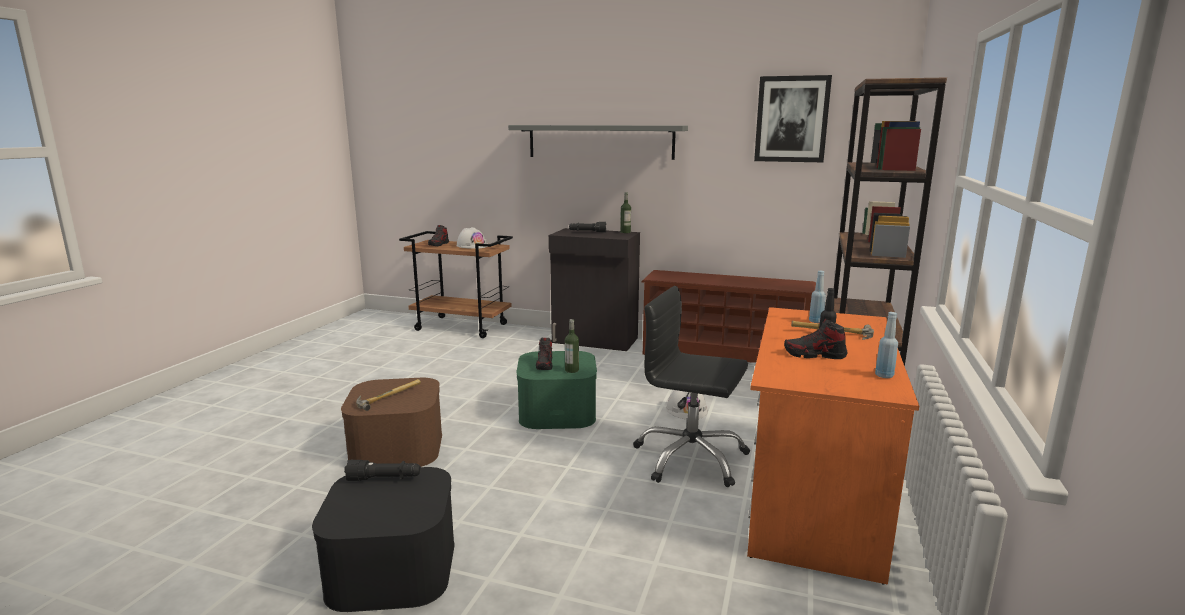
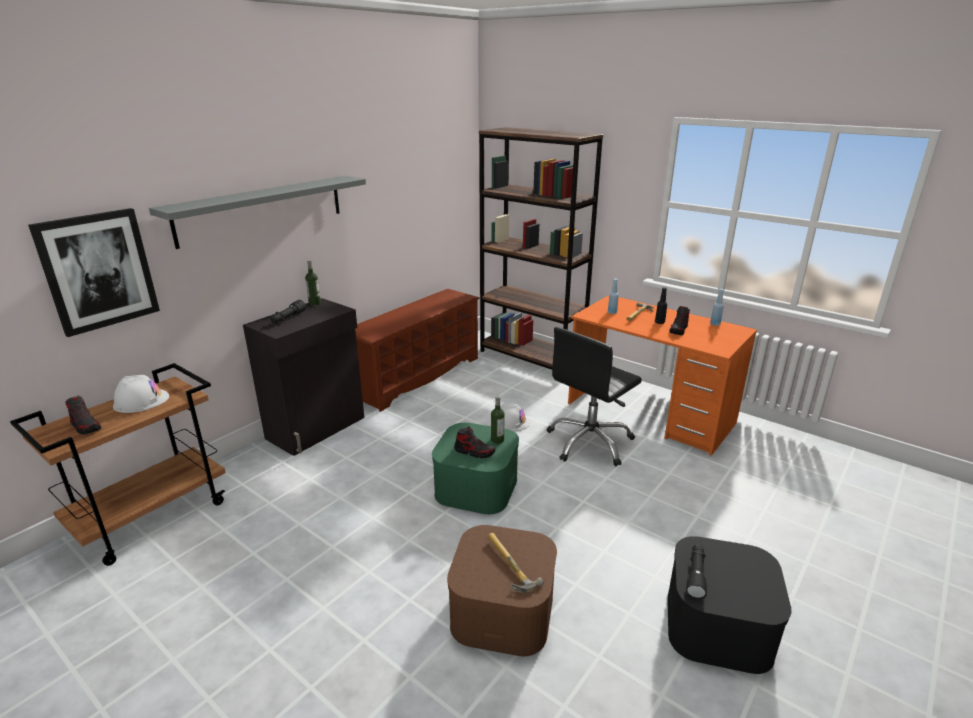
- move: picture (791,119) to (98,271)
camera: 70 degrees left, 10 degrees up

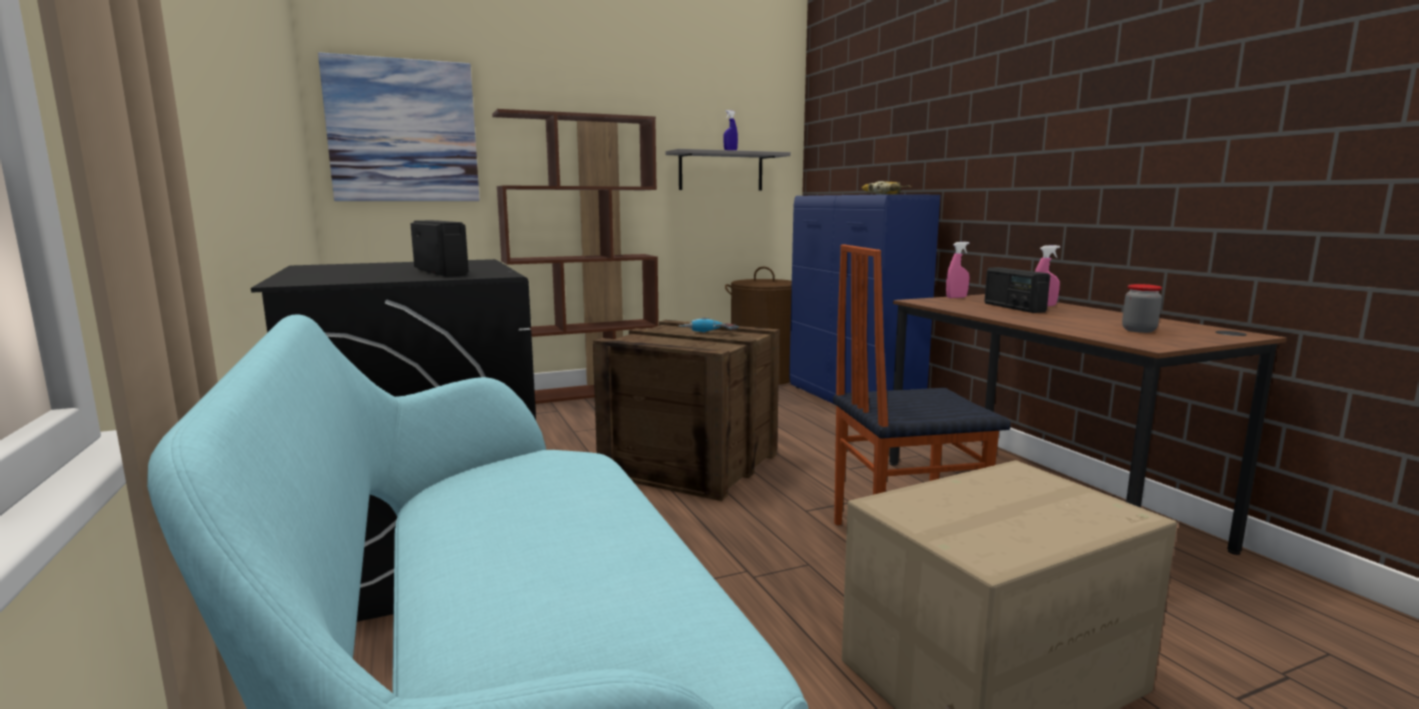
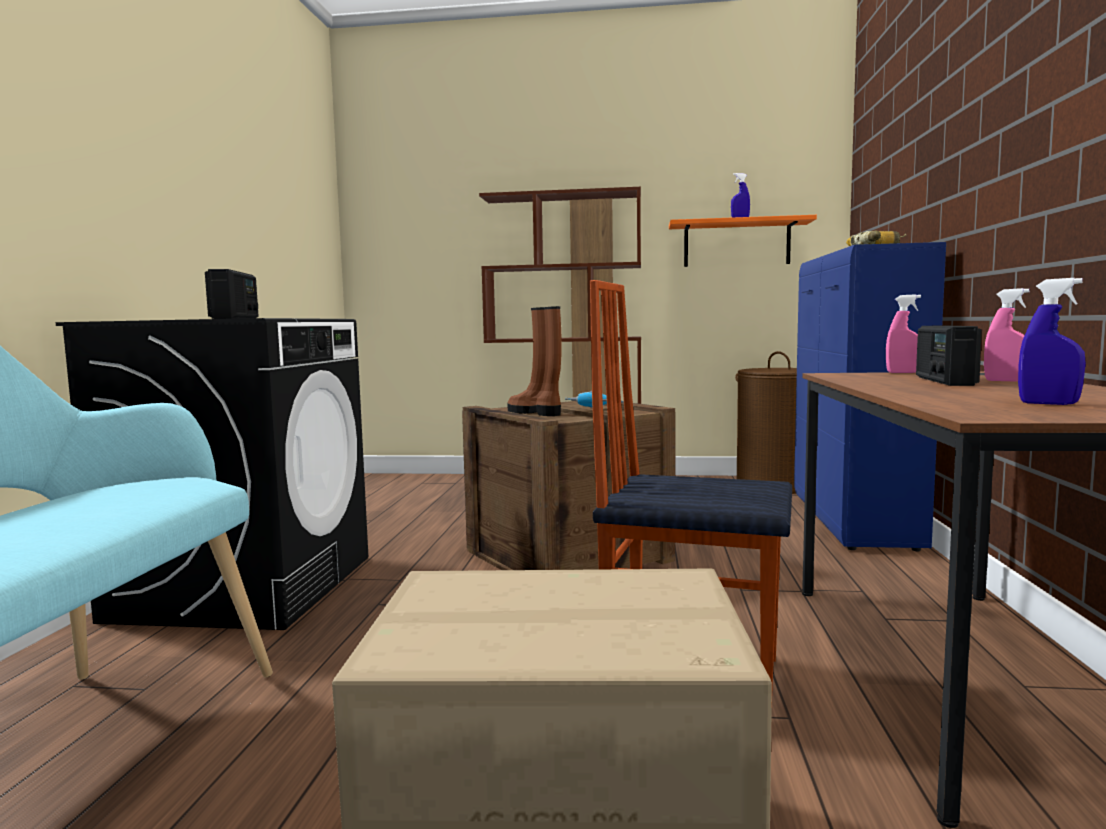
- delete: picture (403,131)
- insert: brown_boot (536,413)
- replace: jar (1139,330) to blue_spray_bottle (1048,403)
- recolor: grey_shelf (721,171) to orange_shelf (736,244)
camera: 30 degrees right, 5 degrees down

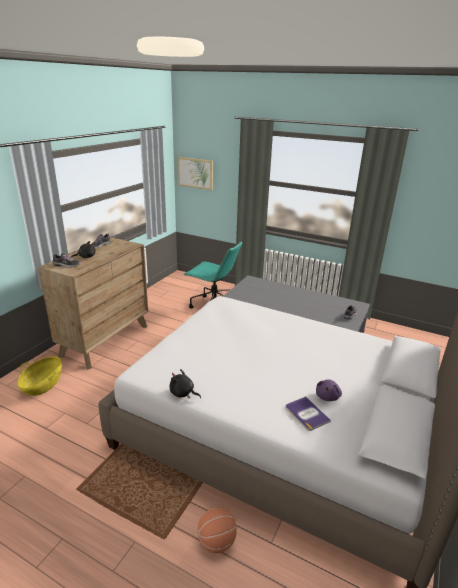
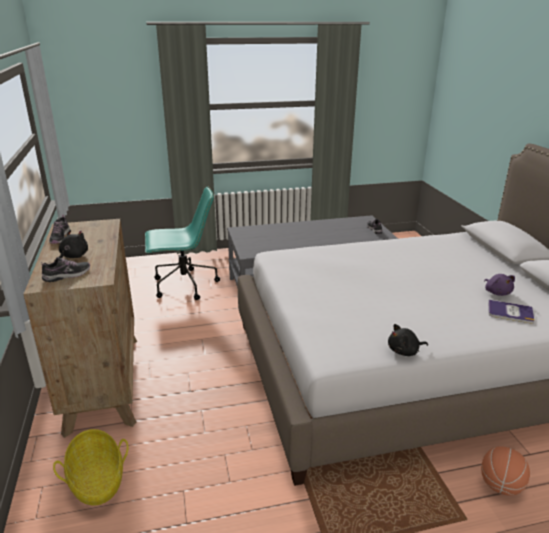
- delete: picture (195,173)
camera: 40 degrees left, 0 degrees up

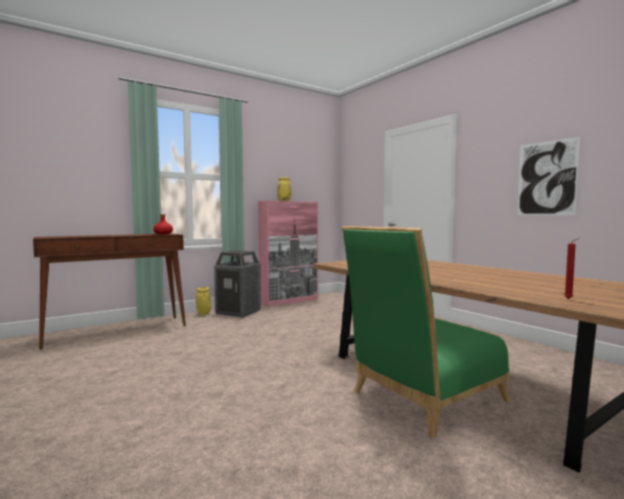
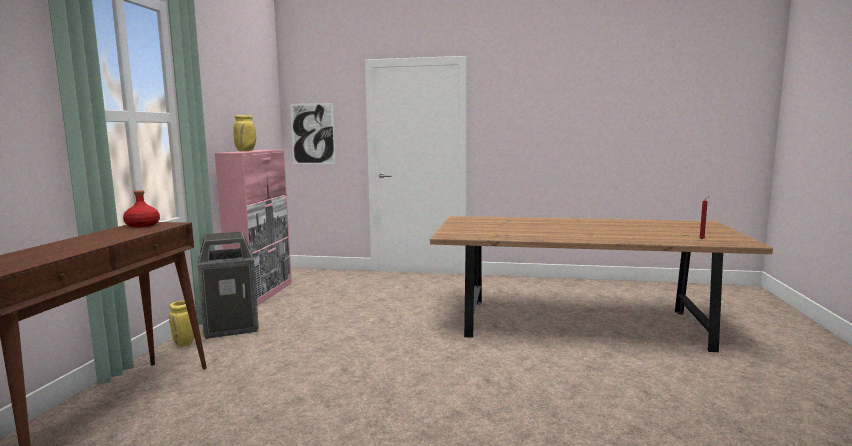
- delete: green_chair (422,398)
- move: picture (546,178) to (312,133)
camera: 45 degrees left, 5 degrees up

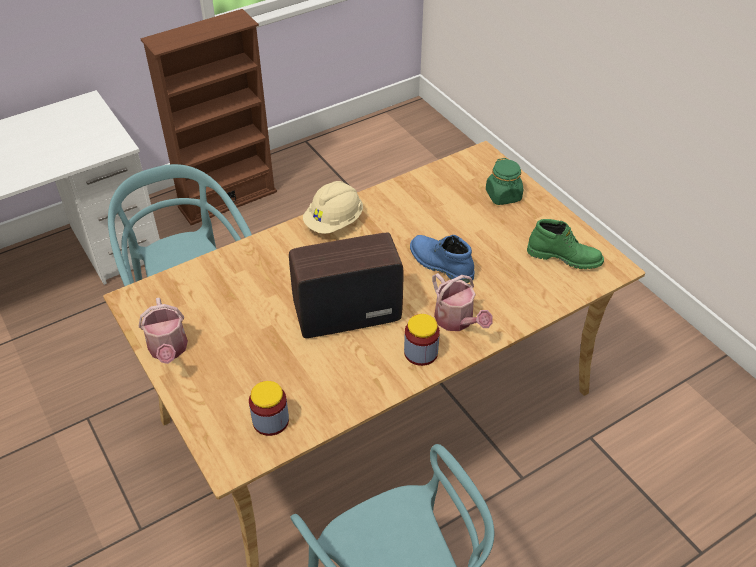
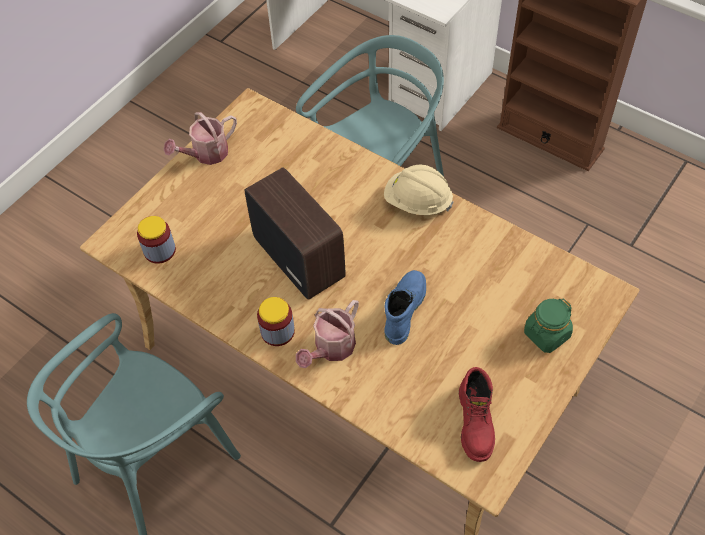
- recolor: green_boot (564,257) to red_boot (476,422)
camera: 70 degrees right, 10 degrees up

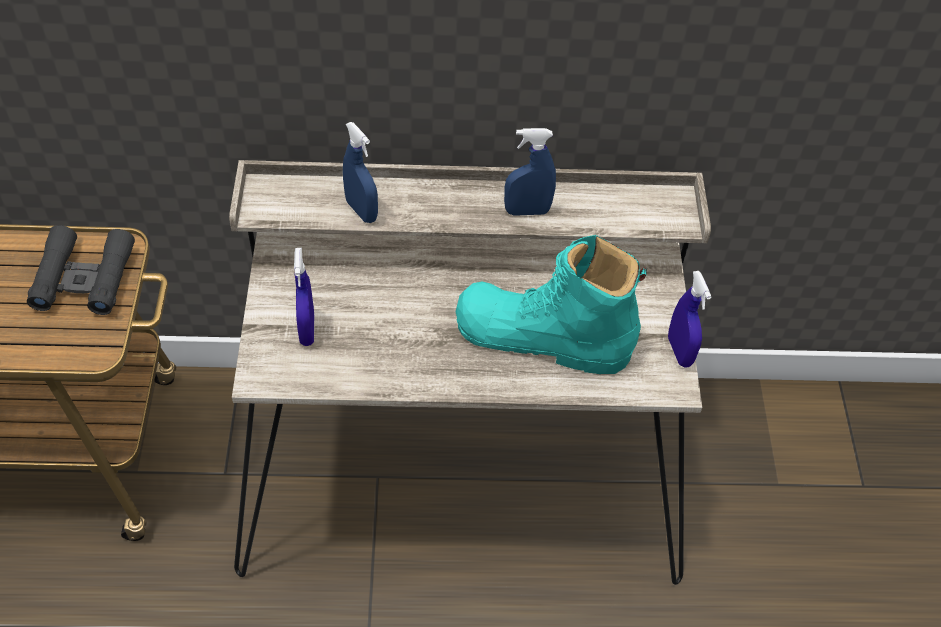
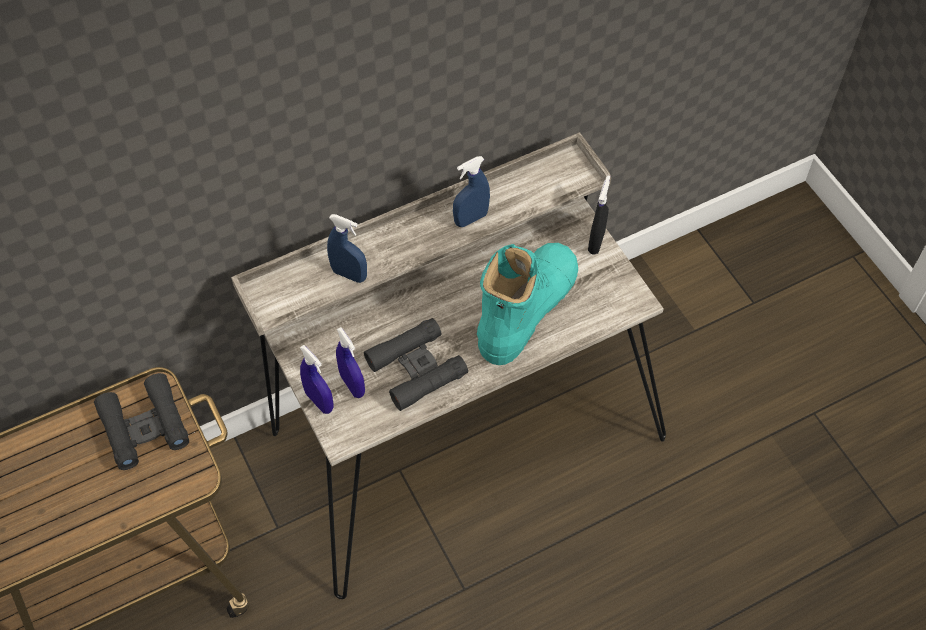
- insert: black_binoculars (416,368)
- insert: black_spray_bottle (596,242)
- move: blue_spray_bottle (679,351) to (319,401)
- rotate: turquoise_boot (543,338) = (526,309) 135 degrees clockwise
camera: 25 degrees left, 5 degrees up

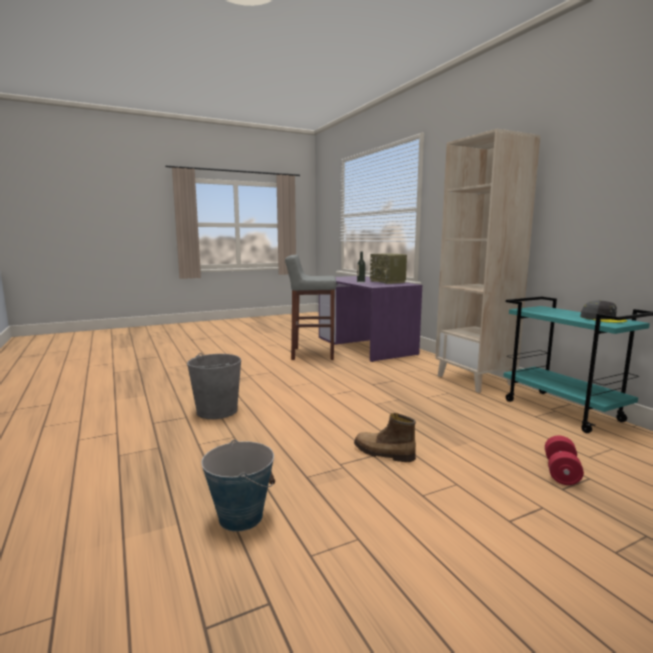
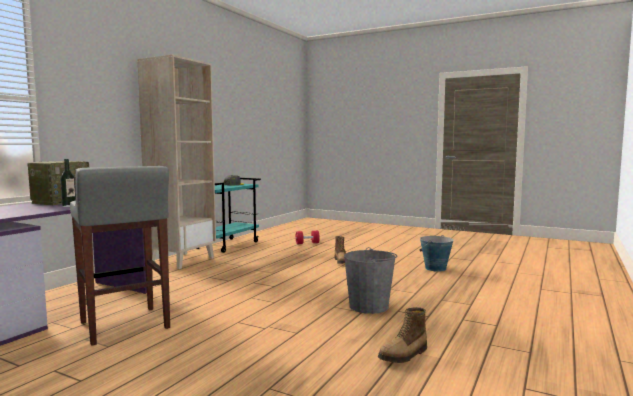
- insert: boot (404,355)
camera: 125 degrees left, 5 degrees down

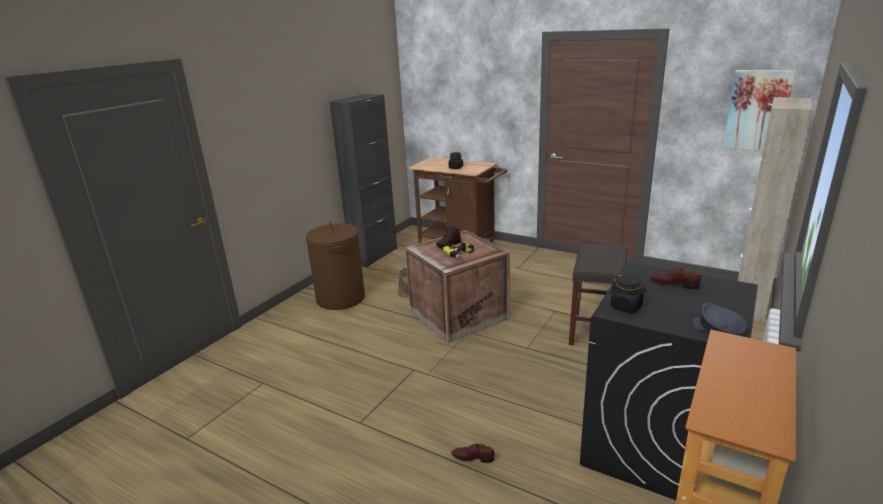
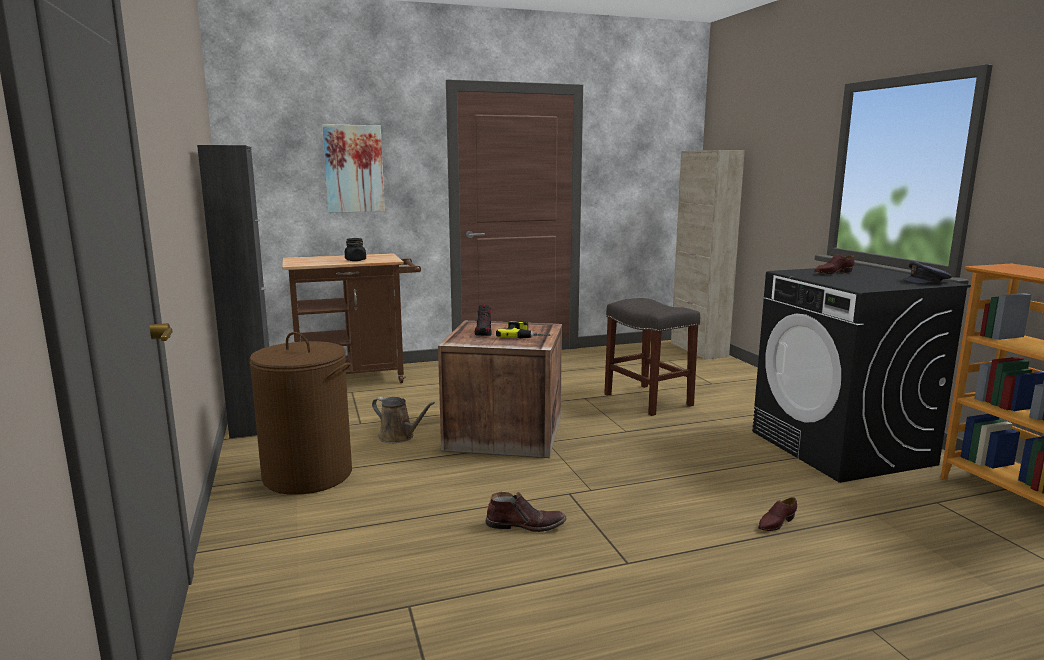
- delete: black_jar (626,307)
- insert: brown_boot (525,525)
- move: picture (757,110) to (354,169)
camera: 50 degrees left, 10 degrees down

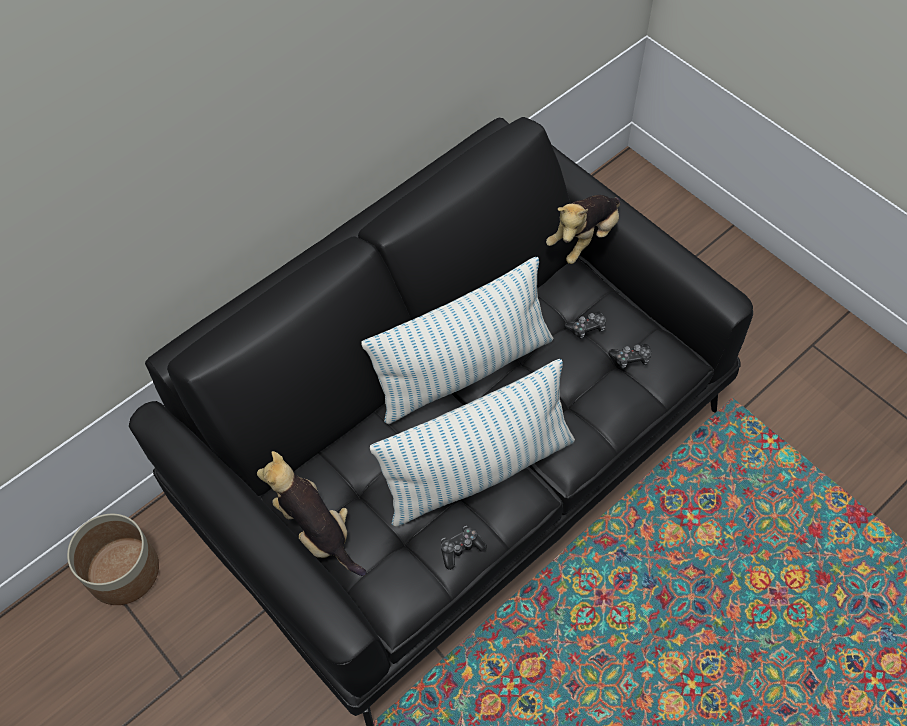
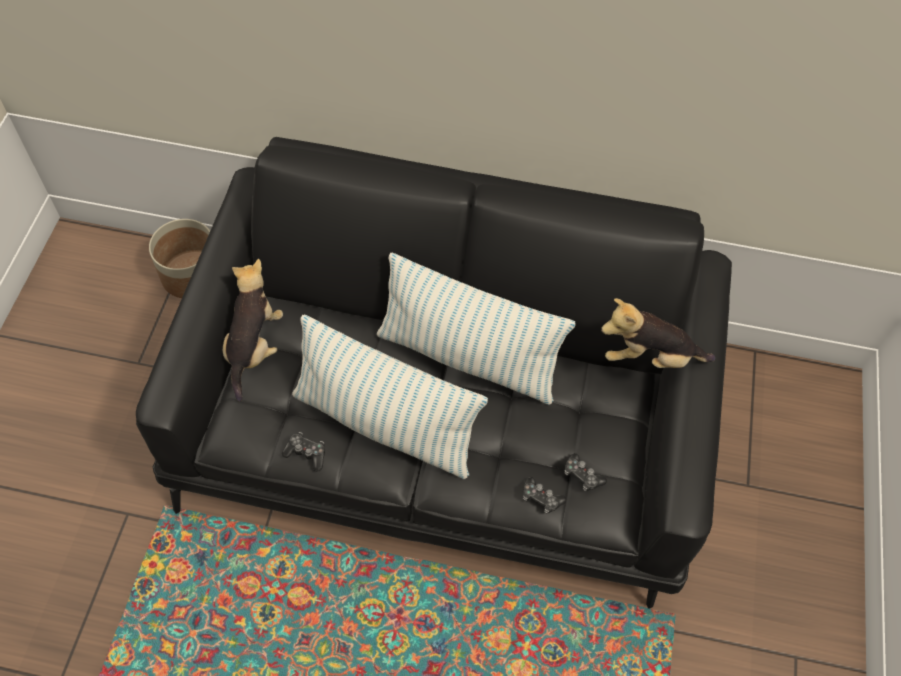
- move: game_controller (586,328) to (541,498)
camera: 50 degrees right, 0 degrees up

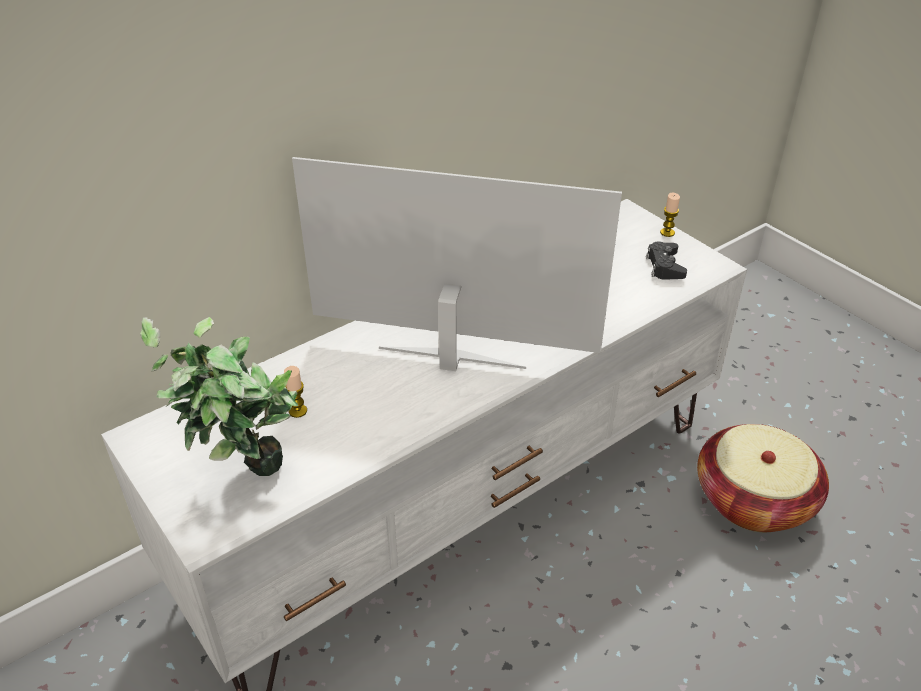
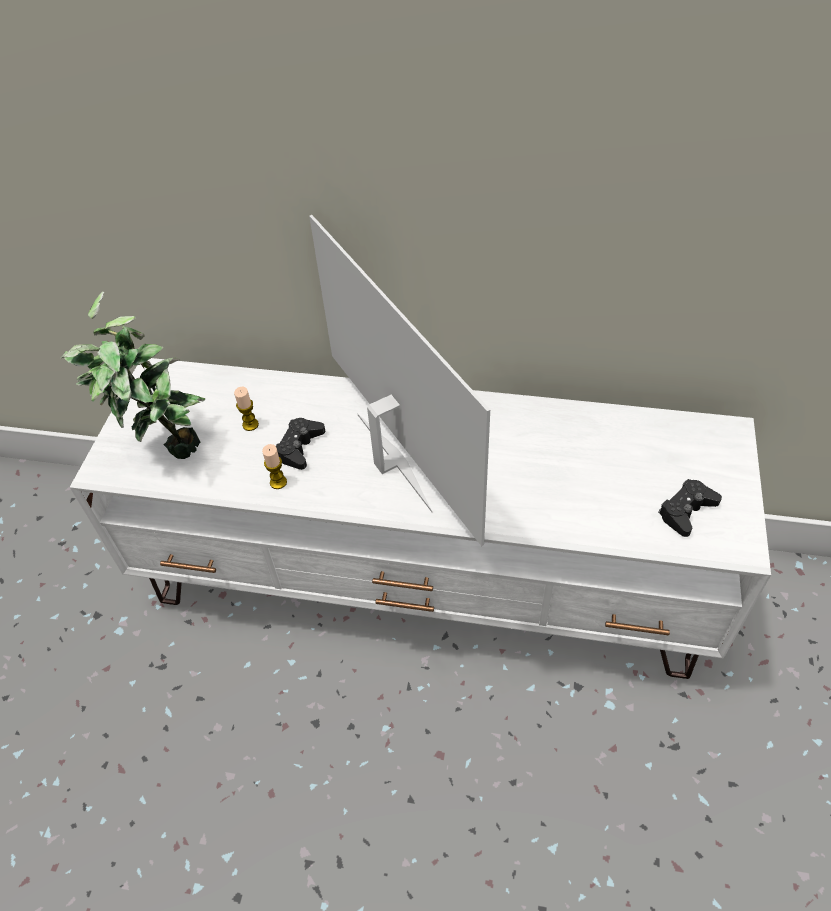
- delete: basket (753,499)
- insert: black_game_controller (300,447)
- move: candle (667,232) to (278,482)
camera: 50 degrees right, 10 degrees up

